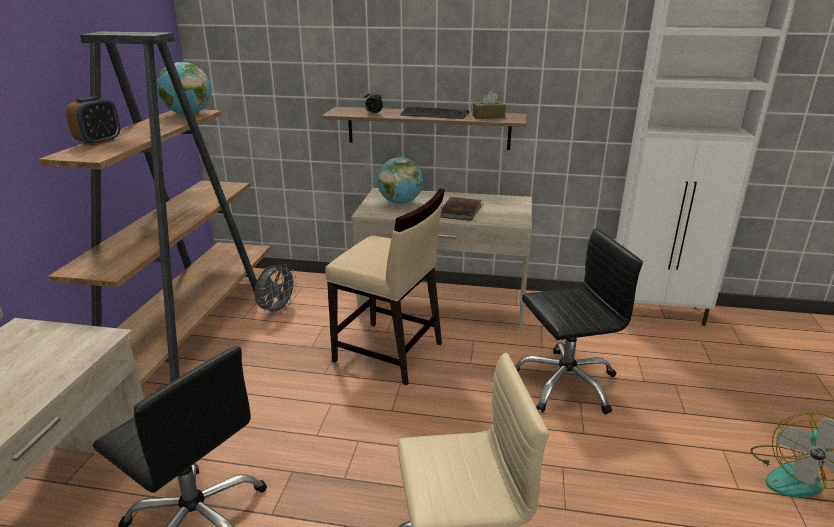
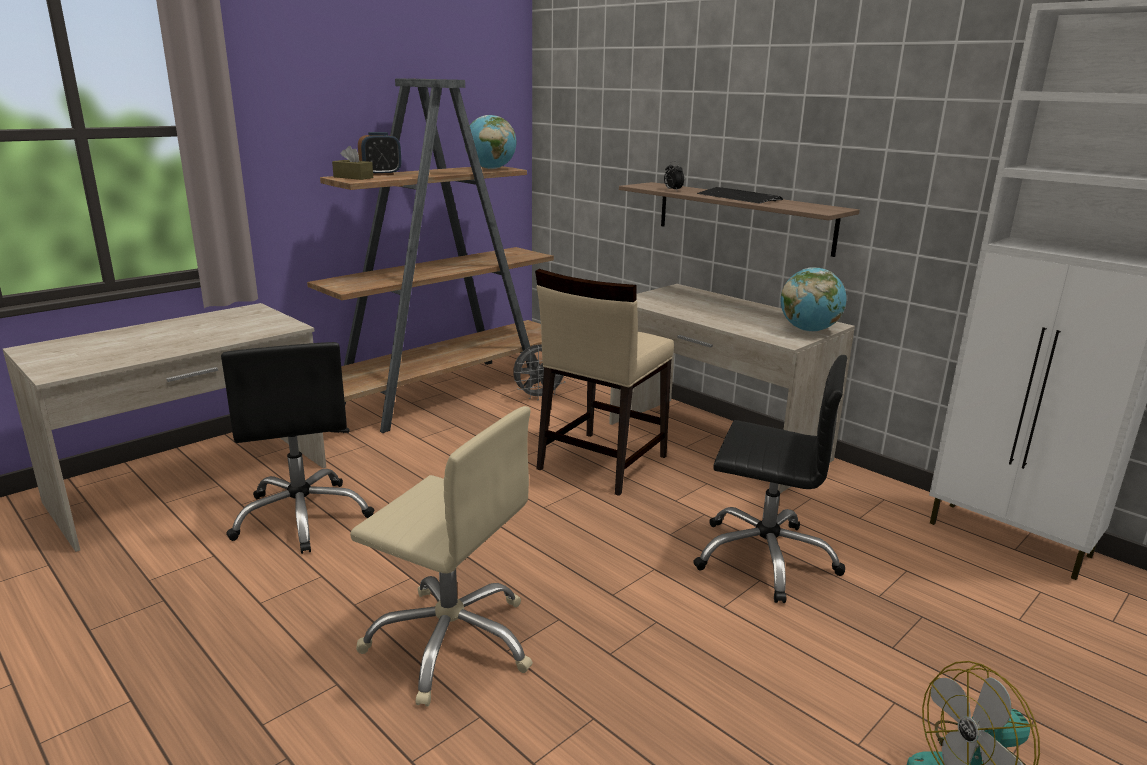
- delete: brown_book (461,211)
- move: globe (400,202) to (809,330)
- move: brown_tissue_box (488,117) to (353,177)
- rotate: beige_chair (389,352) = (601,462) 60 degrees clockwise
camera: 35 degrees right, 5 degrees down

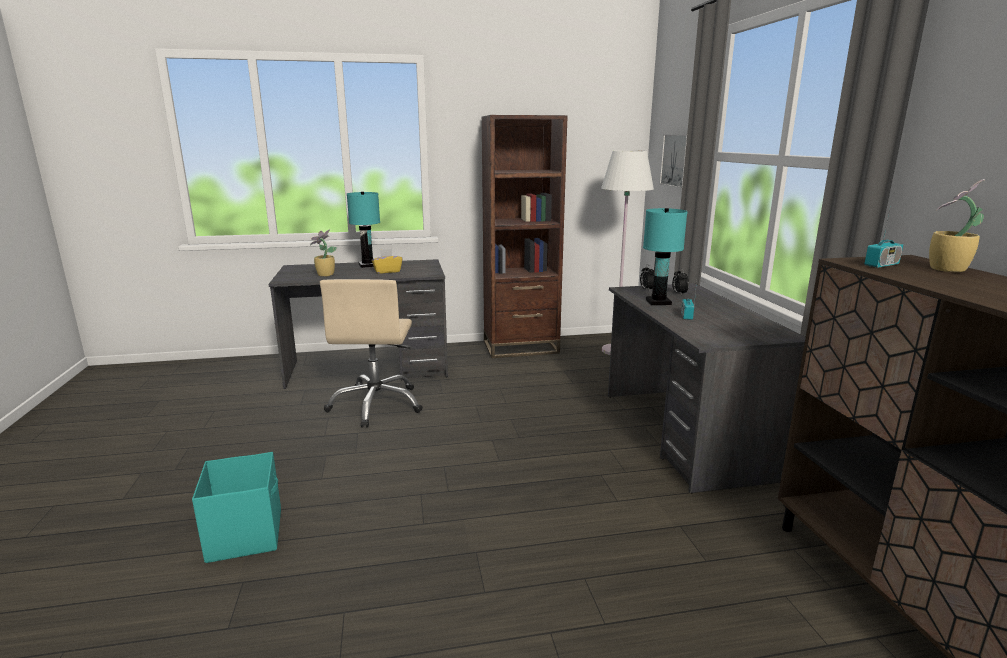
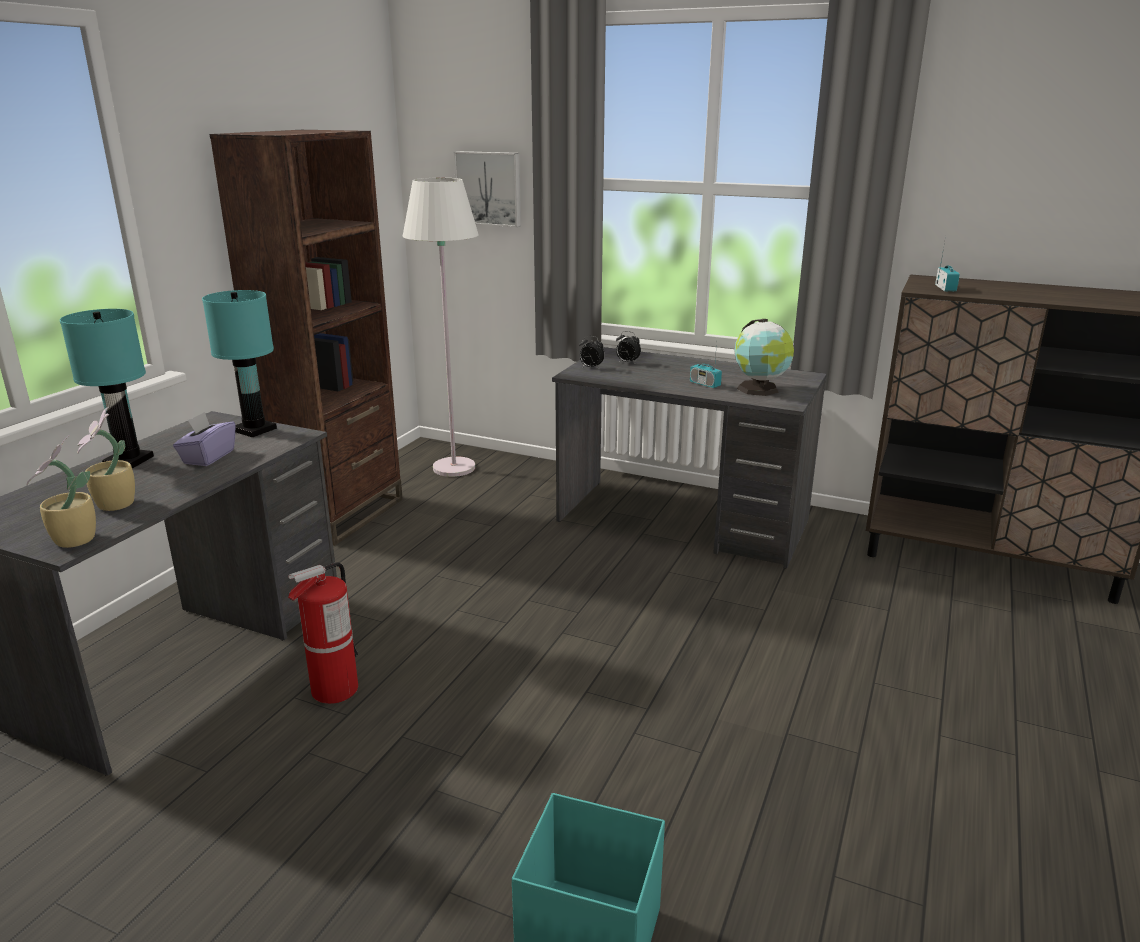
- insert: globe (760,389)
- move: turquoise_table_lamp (658,302) to (254,430)
- move: potted_plant (946,269) to (73,541)
- replace: beige_office_chair (376,405) to fire_extinguisher (334,690)
- recolor: yellow_tissue_box (387,271) to purple_tissue_box (208,457)
camera: 55 degrees left, 5 degrees up

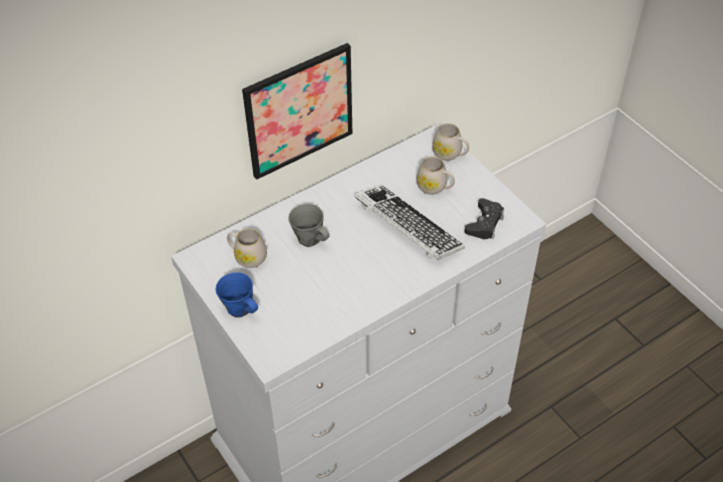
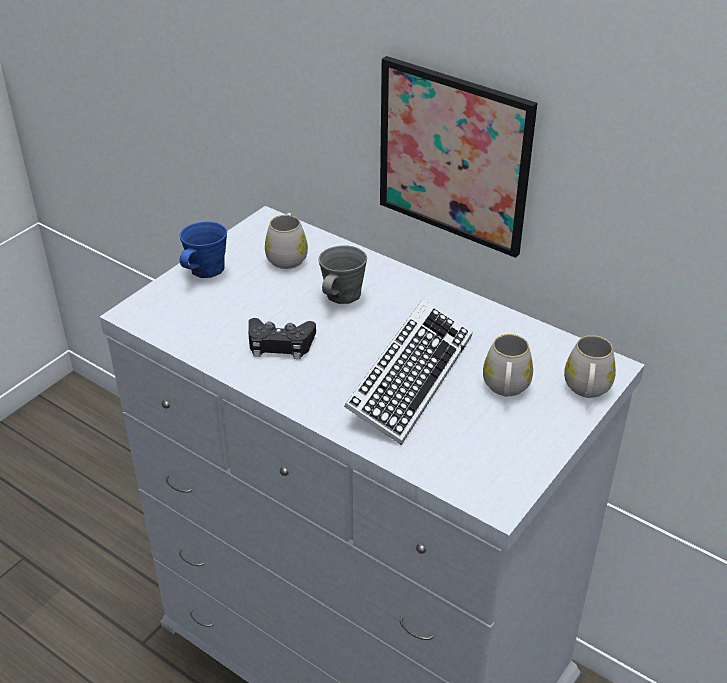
- move: black_game_controller (484,223) to (280,344)
camera: 70 degrees right, 10 degrees down

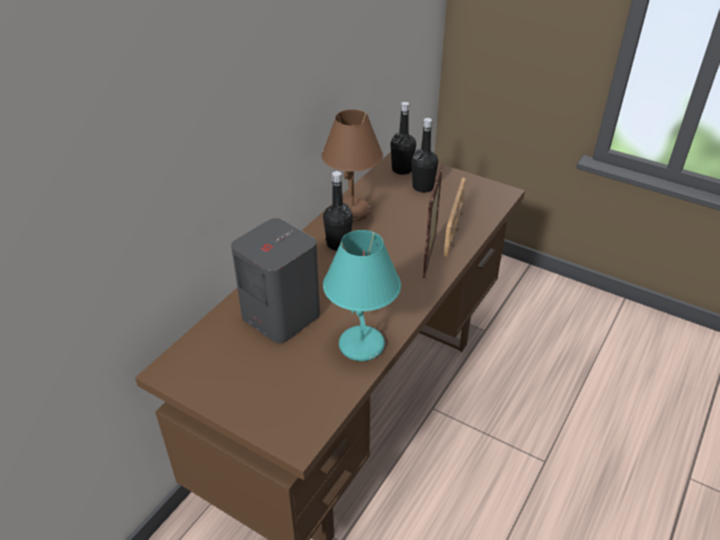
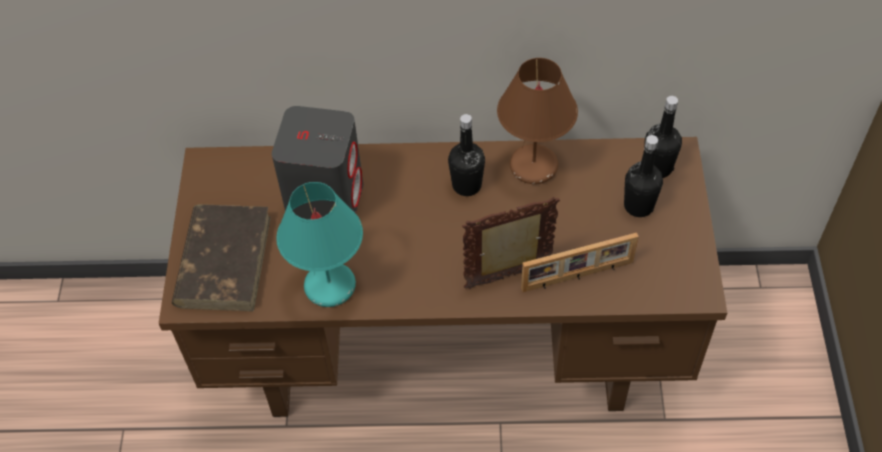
- insert: brown_book (224,260)
camera: 60 degrees right, 15 degrees up

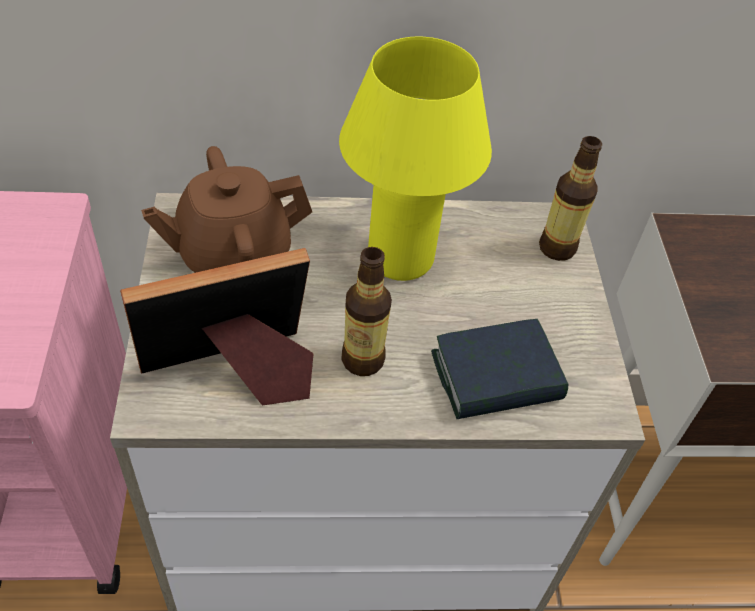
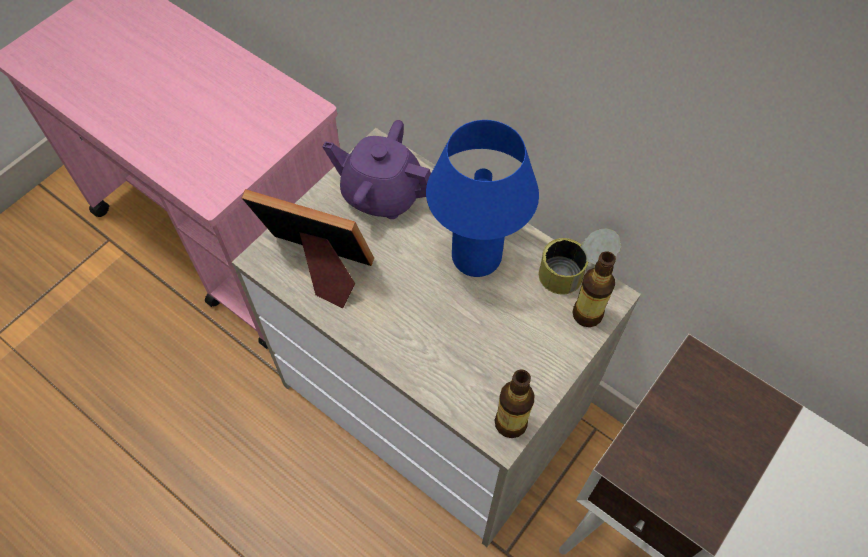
- delete: book (496,378)
- insert: can (574,273)
- move: bottle (363,360) to (510,423)
- recolor: brown_teapot (233,254) to purple_teapot (382,194)
- recolor: yellow_table_lamp (400,258) to blue_table_lamp (476,257)
camera: 45 degrees right, 10 degrees up

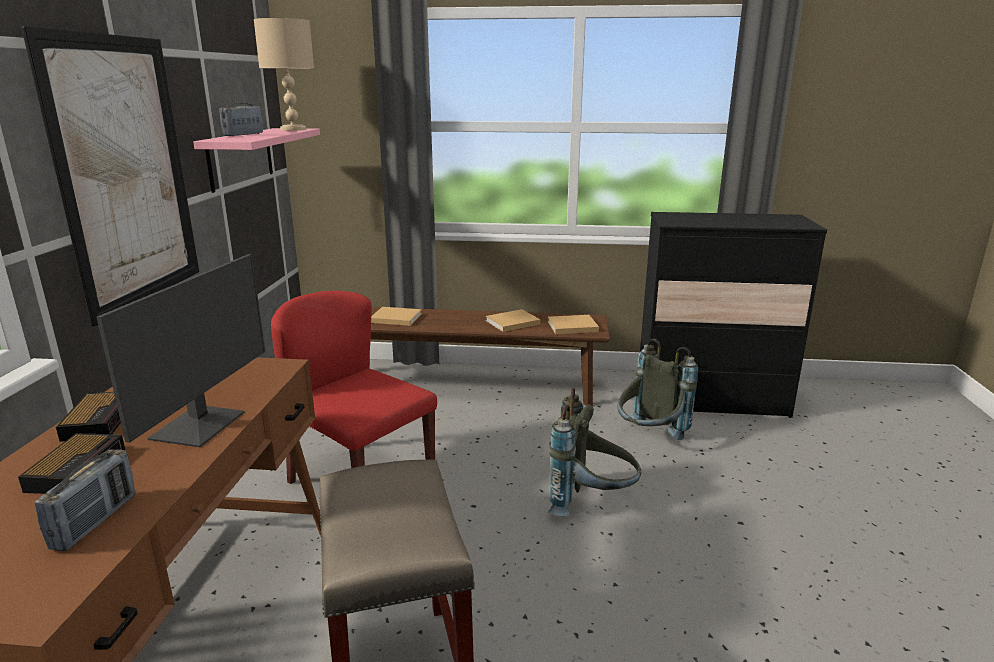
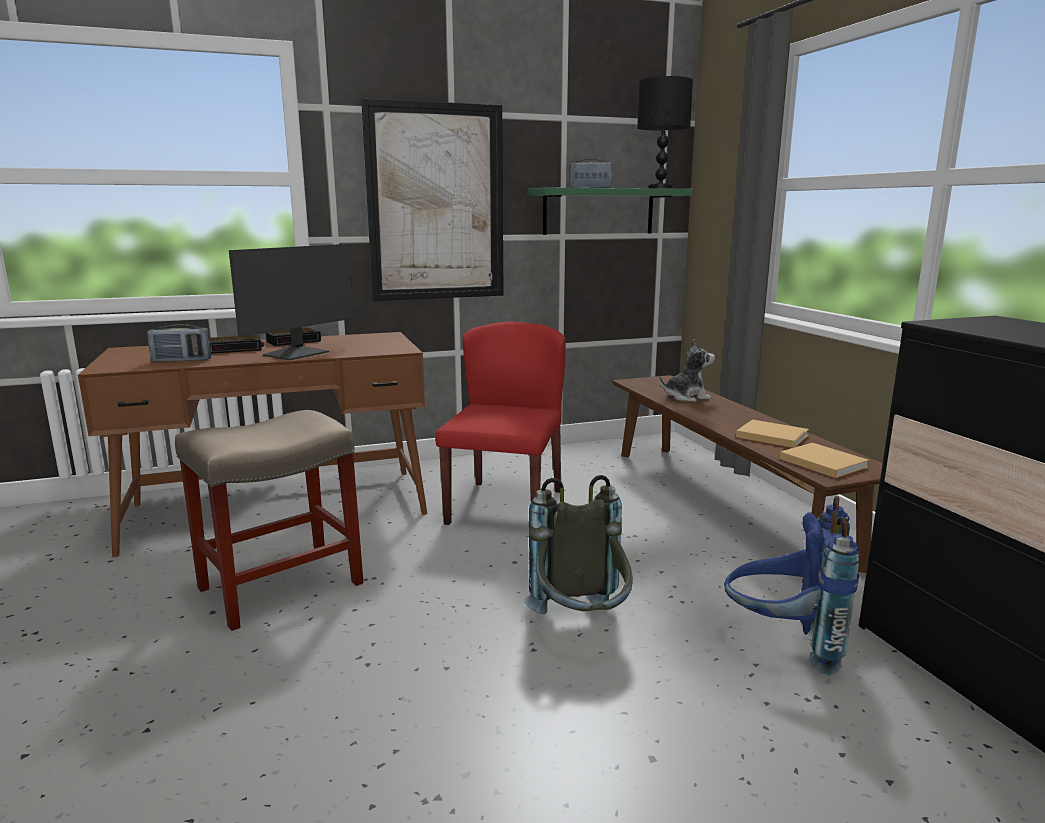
- replace: beige_book (394,318) to plush_toy (686,397)
- recolor: pink_shelf (241,158) to green_shelf (598,211)
- recolor: beige_table_lamp (293,129) to black_table_lamp (660,188)
- recolor: grey_backpack (649,439) to blue_backpack (783,644)
- rotate: monitor (200,425) = (298,354) 45 degrees counterclockwise
camera: 65 degrees right, 5 degrees down

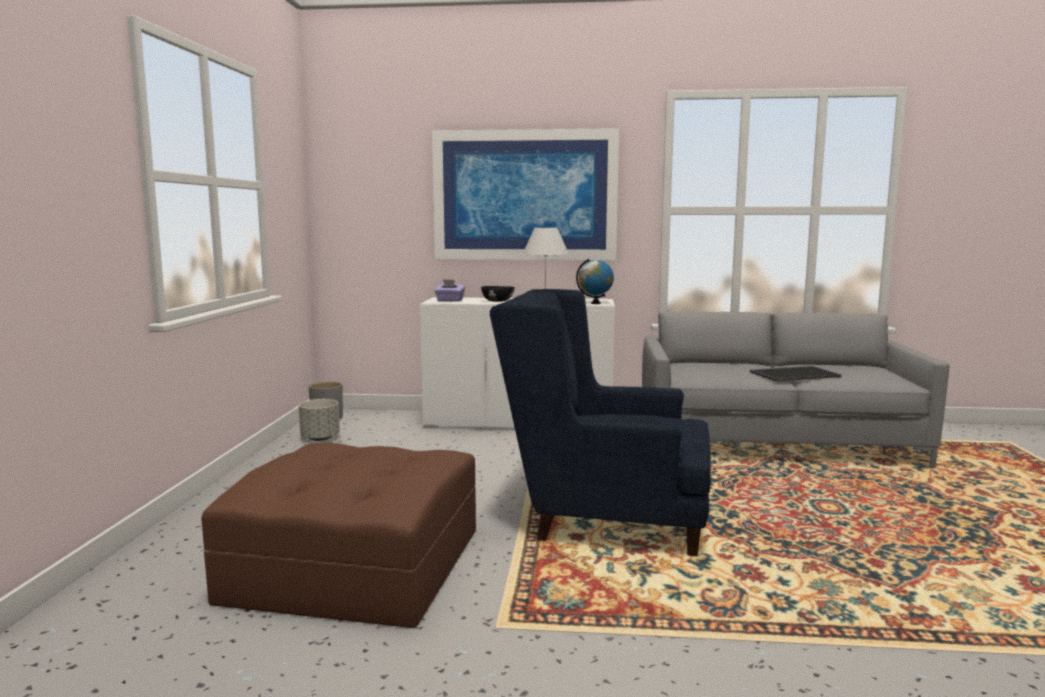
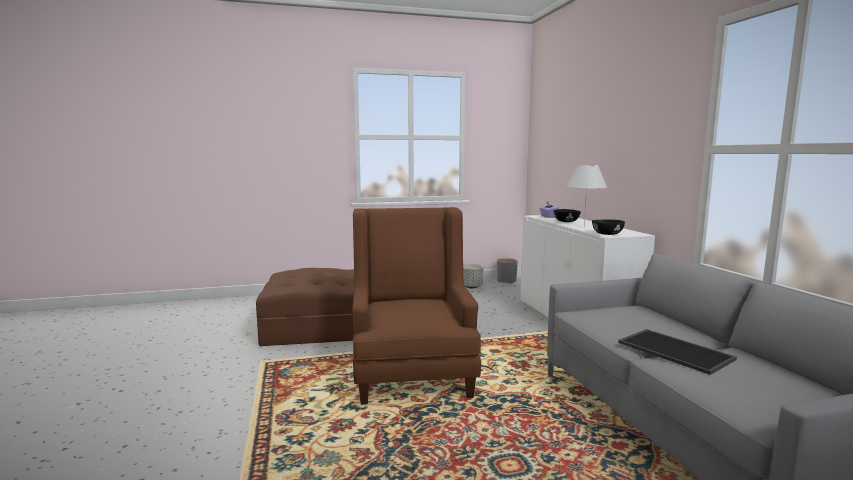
- delete: picture (525,195)
- replace: globe (595,303) to black_bowl (607,234)
- recolor: blue_armchair (604,516) to brown_armchair (411,369)
camera: 70 degrees right, 0 degrees up

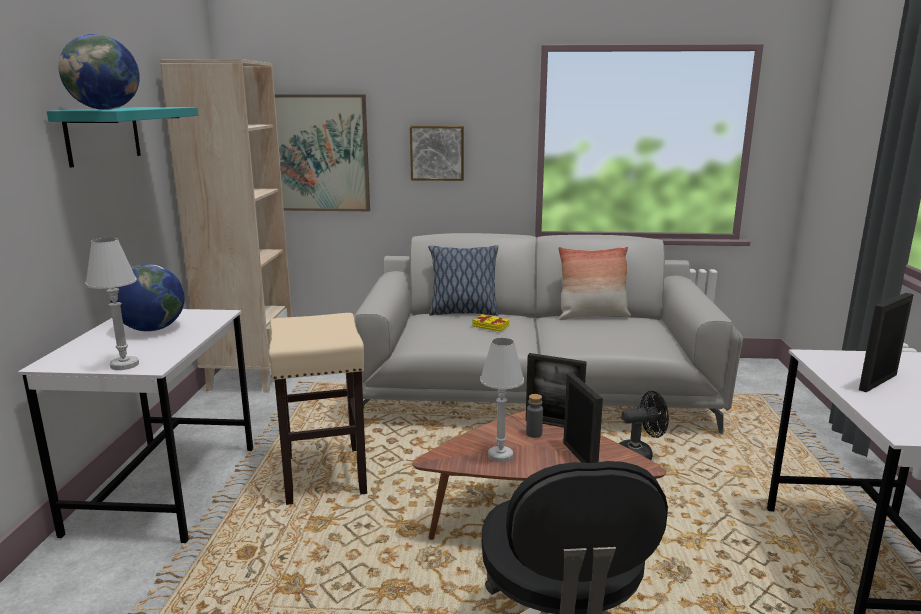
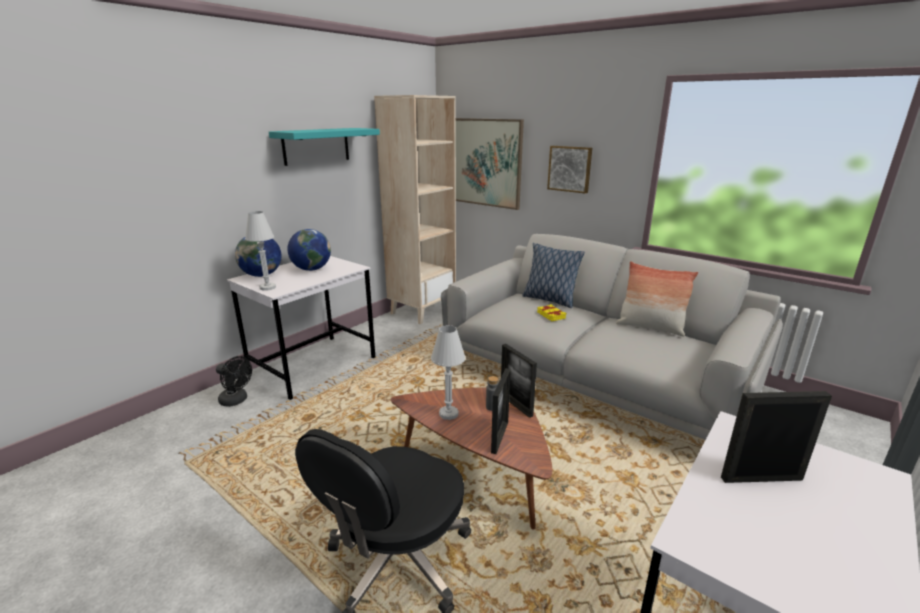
- delete: beige_stool (324,475)
- move: globe (105,109) to (262,275)
- move: black_fan (640,455) to (237,400)
camera: 35 degrees right, 5 degrees up

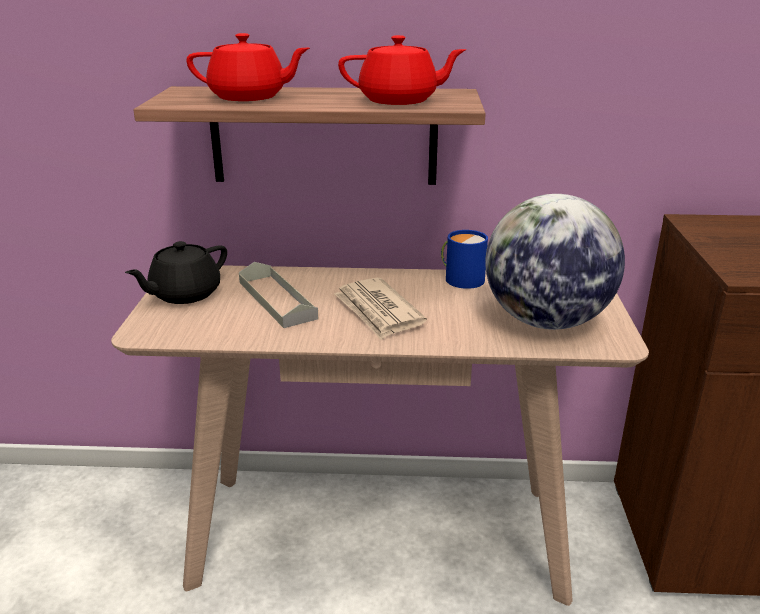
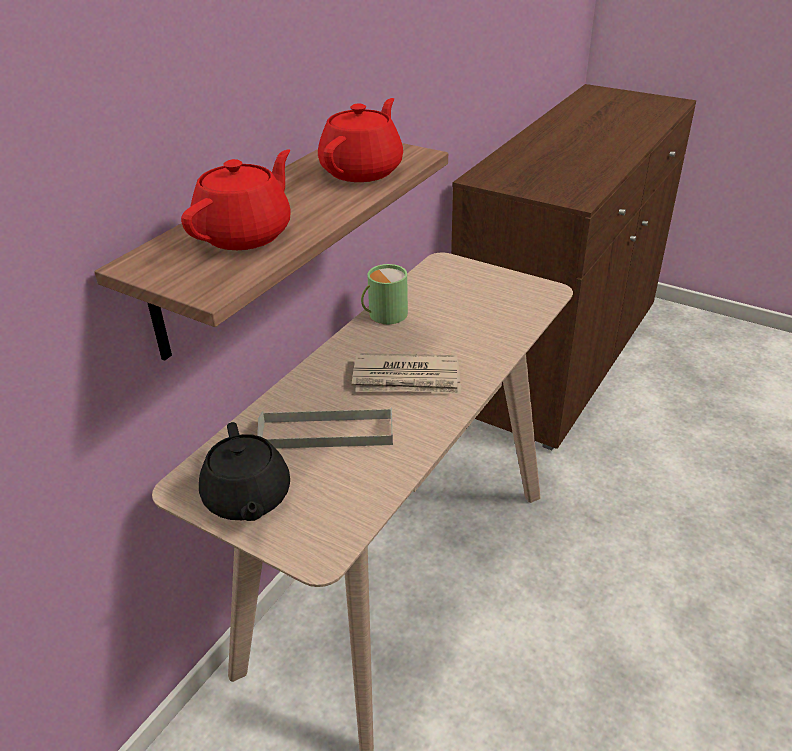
- delete: globe (546,321)
- recolor: blue_mug (461,278) to green_mug (383,314)
camera: 60 degrees left, 10 degrees up

